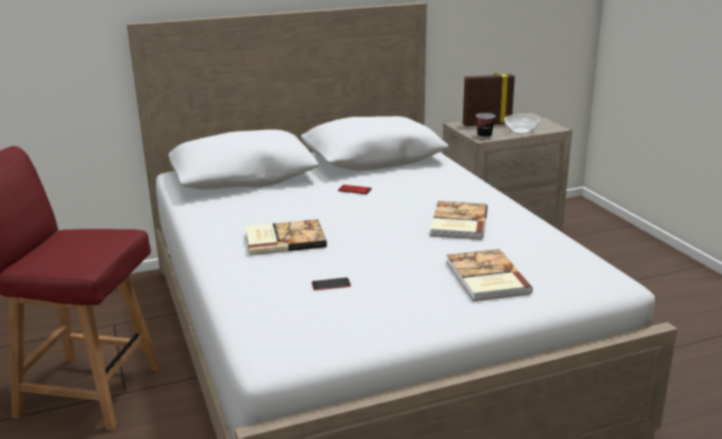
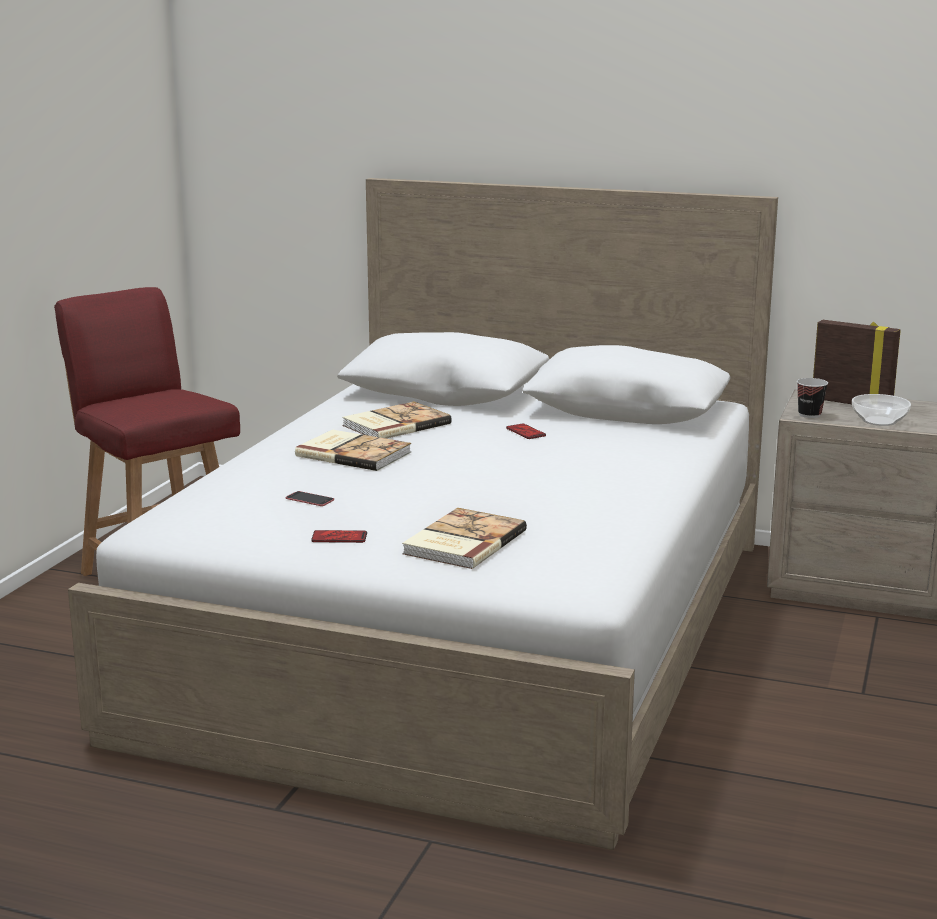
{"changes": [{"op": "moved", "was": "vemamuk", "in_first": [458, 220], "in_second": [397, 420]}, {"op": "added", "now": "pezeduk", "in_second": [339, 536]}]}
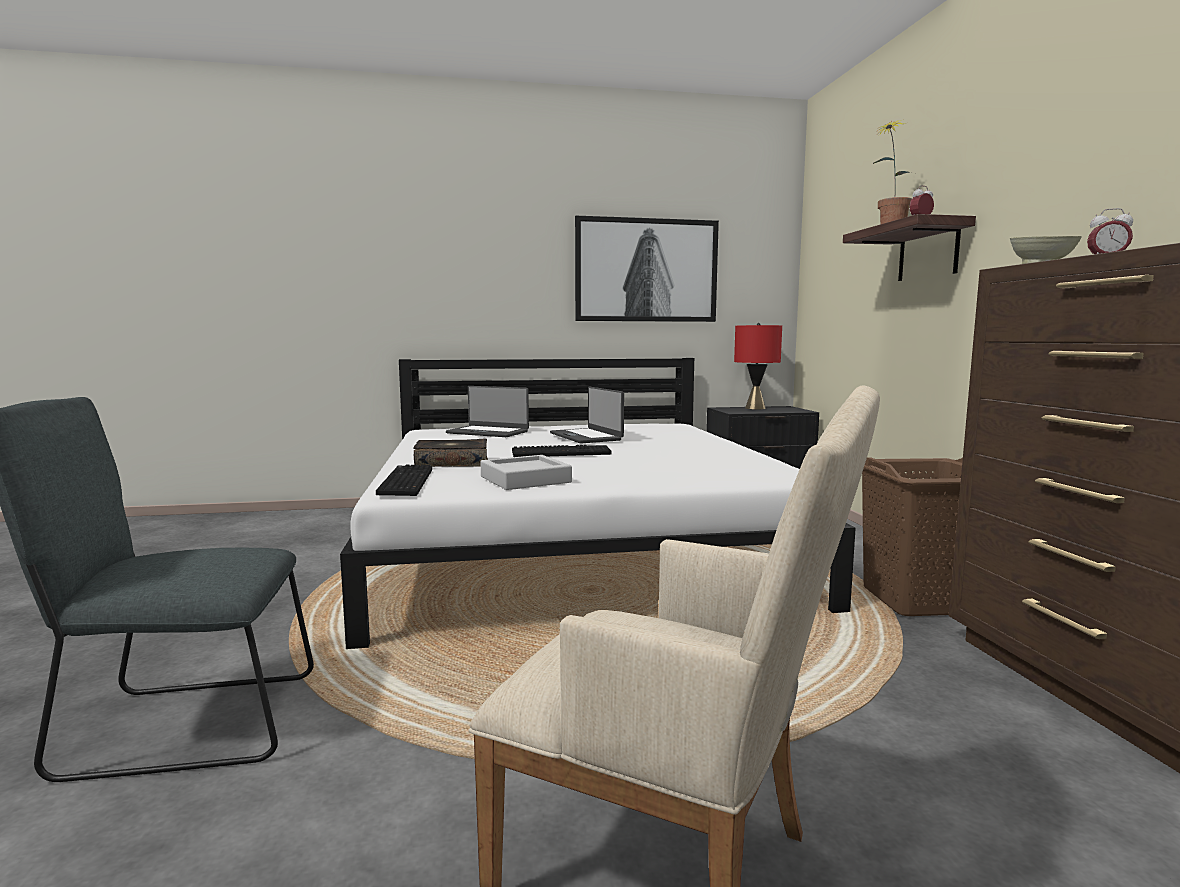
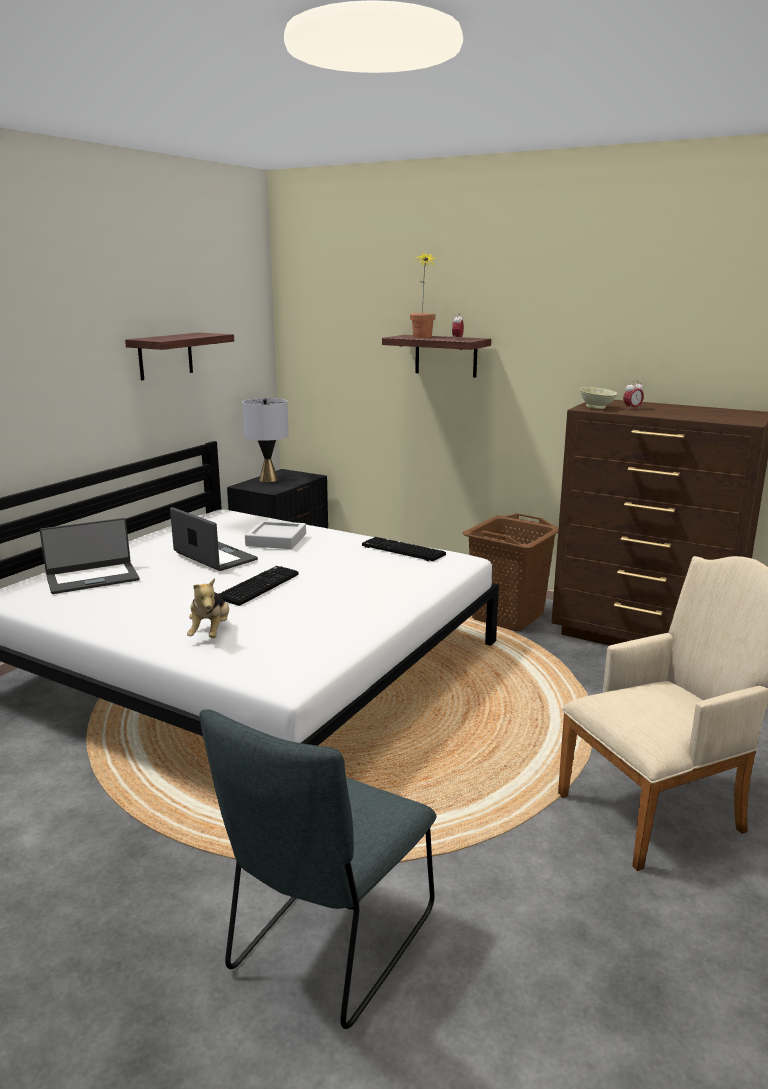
{"changes": [{"op": "moved", "was": "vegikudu", "in_first": [404, 480], "in_second": [404, 549]}, {"op": "replaced", "was": "vemamuk", "now": "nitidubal", "in_first": [450, 452], "in_second": [208, 608]}, {"op": "moved", "was": "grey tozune", "in_first": [526, 472], "in_second": [275, 535]}, {"op": "turned", "was": "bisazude", "in_first": [587, 415], "in_second": [214, 539], "clockwise": -150}, {"op": "replaced", "was": "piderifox", "now": "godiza", "in_first": [647, 269], "in_second": [179, 356]}, {"op": "recoloured", "was": "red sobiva", "now": "grey sobiva", "in_first": [758, 366], "in_second": [266, 440]}]}
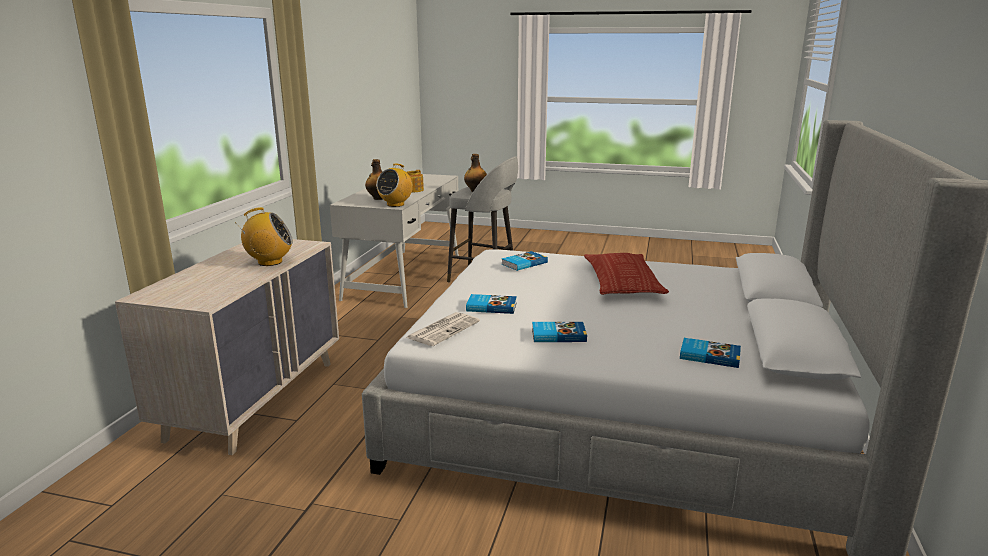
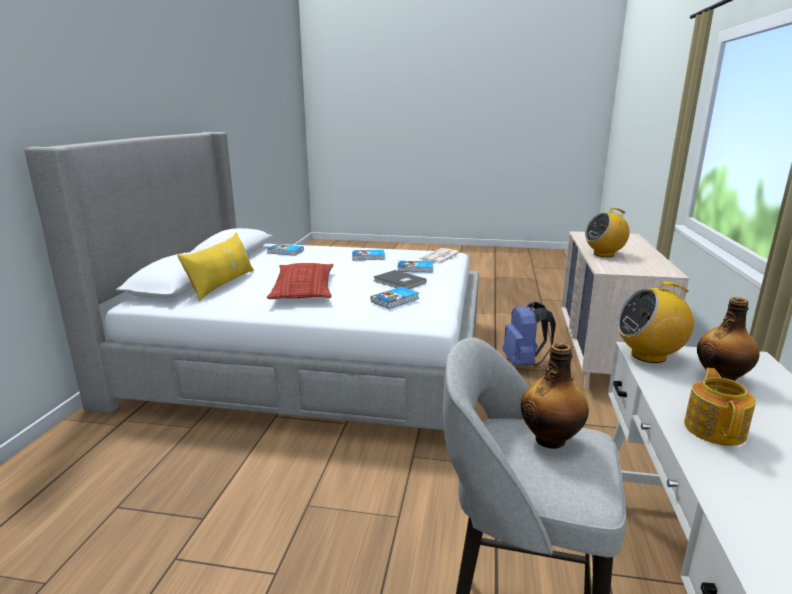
{"changes": [{"op": "turned", "was": "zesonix", "in_first": [394, 185], "in_second": [655, 322], "clockwise": -120}, {"op": "added", "now": "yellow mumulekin", "in_second": [215, 266]}, {"op": "added", "now": "grey vemamuk", "in_second": [400, 279]}, {"op": "added", "now": "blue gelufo", "in_second": [529, 334]}]}
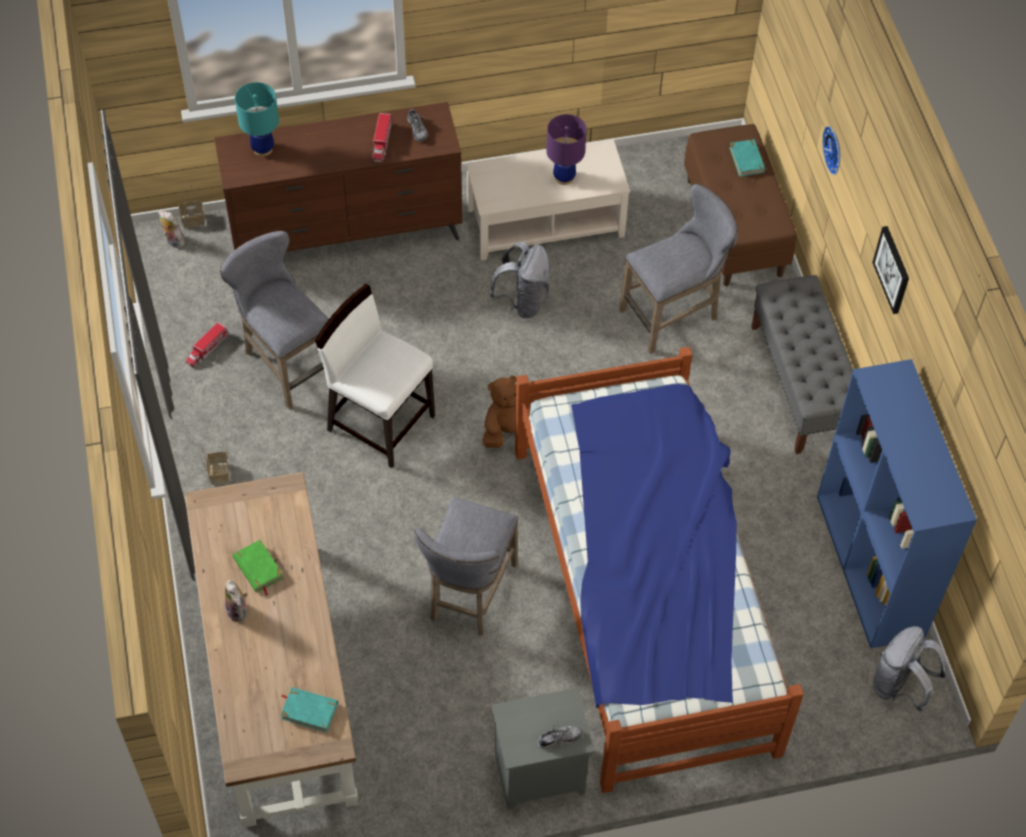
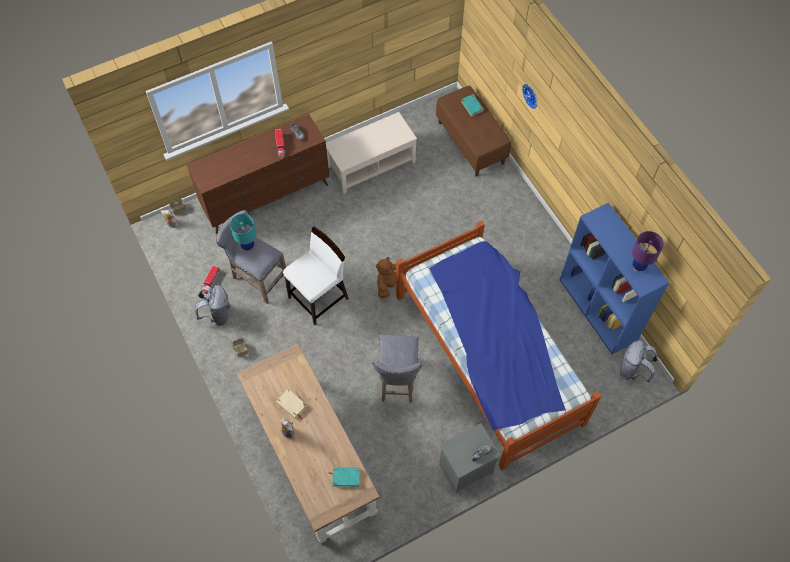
{"changes": [{"op": "recoloured", "was": "green vemamuk", "now": "beige vemamuk", "in_first": [258, 567], "in_second": [291, 404]}, {"op": "moved", "was": "turquoise sobiva", "in_first": [257, 119], "in_second": [243, 233]}, {"op": "turned", "was": "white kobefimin", "in_first": [375, 376], "in_second": [316, 276], "clockwise": 120}, {"op": "moved", "was": "grey gelufo", "in_first": [520, 280], "in_second": [213, 305]}, {"op": "moved", "was": "purple sobiva", "in_first": [566, 149], "in_second": [648, 251]}, {"op": "removed", "was": "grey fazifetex", "in_first": [678, 269]}, {"op": "removed", "was": "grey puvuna", "in_first": [802, 364]}, {"op": "removed", "was": "piderifox", "in_first": [890, 270]}]}
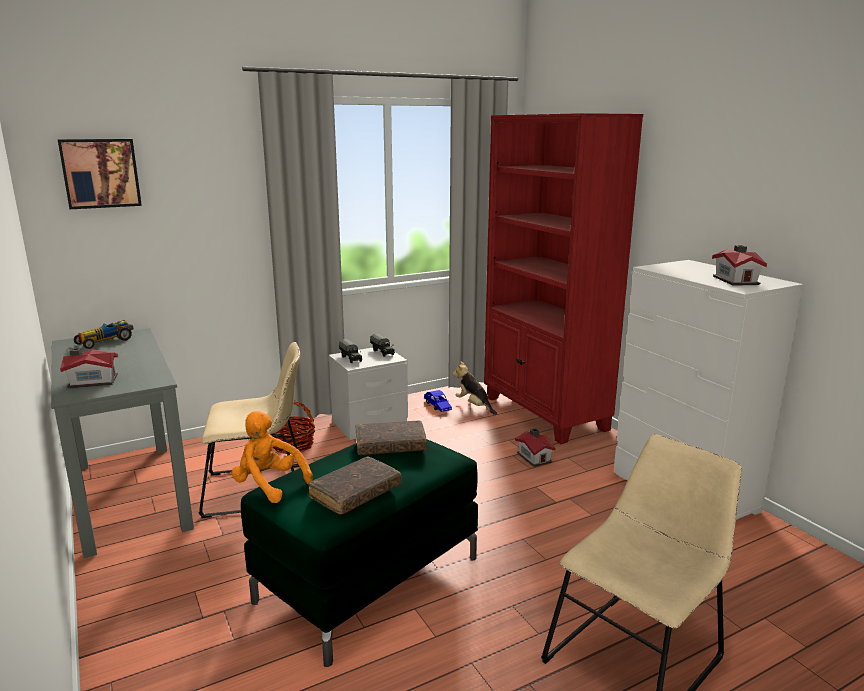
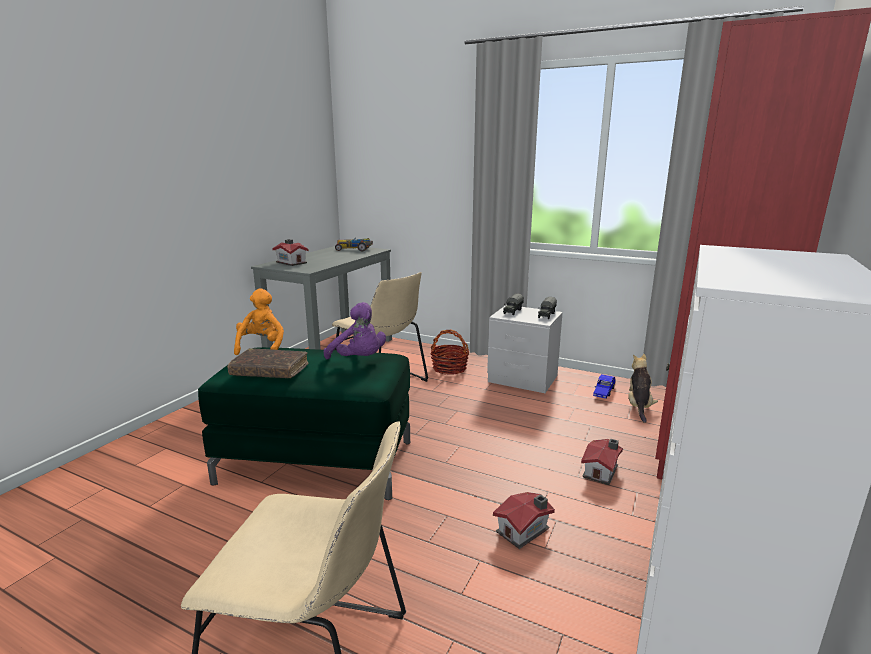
{"changes": [{"op": "removed", "was": "piderifox", "in_first": [100, 174]}, {"op": "replaced", "was": "brown vemamuk", "now": "purple nitidubal", "in_first": [391, 438], "in_second": [355, 330]}, {"op": "moved", "was": "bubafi", "in_first": [739, 265], "in_second": [524, 520]}]}
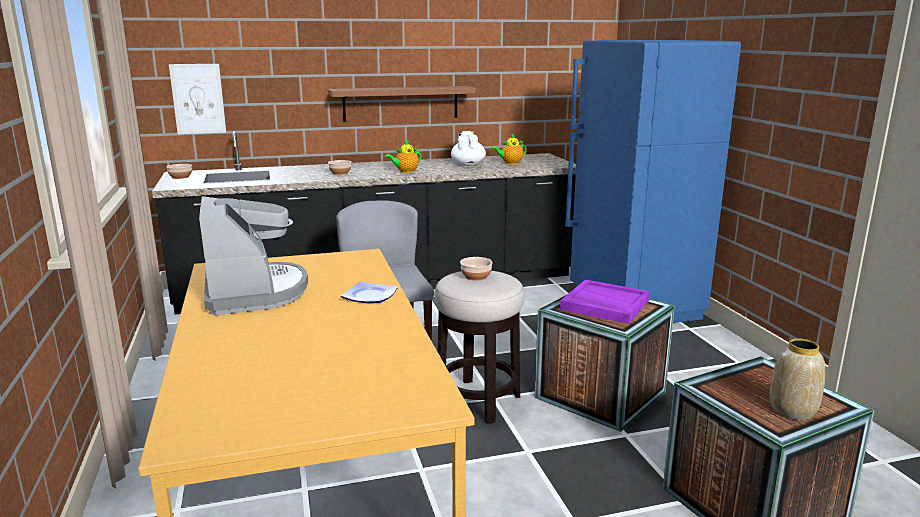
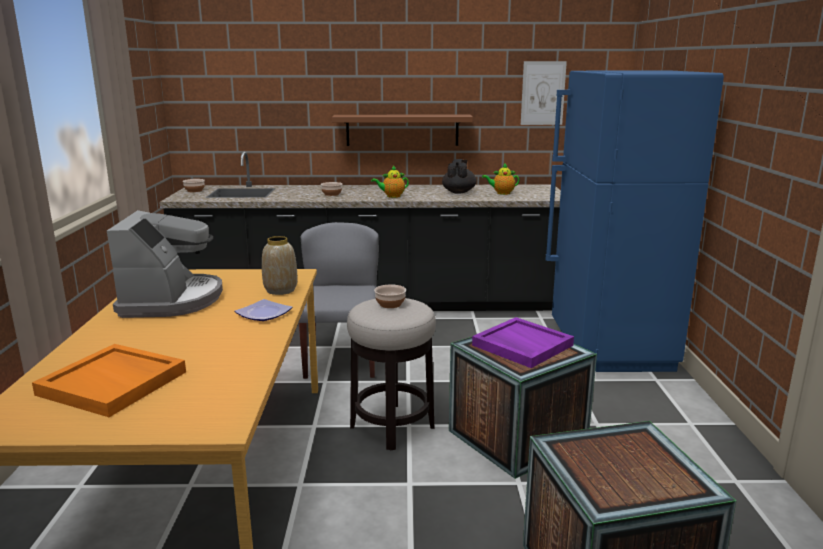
{"changes": [{"op": "moved", "was": "piderifox", "in_first": [197, 99], "in_second": [544, 93]}, {"op": "recoloured", "was": "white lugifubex", "now": "black lugifubex", "in_first": [468, 148], "in_second": [459, 176]}, {"op": "moved", "was": "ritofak", "in_first": [797, 379], "in_second": [279, 265]}, {"op": "added", "now": "orange tozune", "in_second": [109, 380]}]}
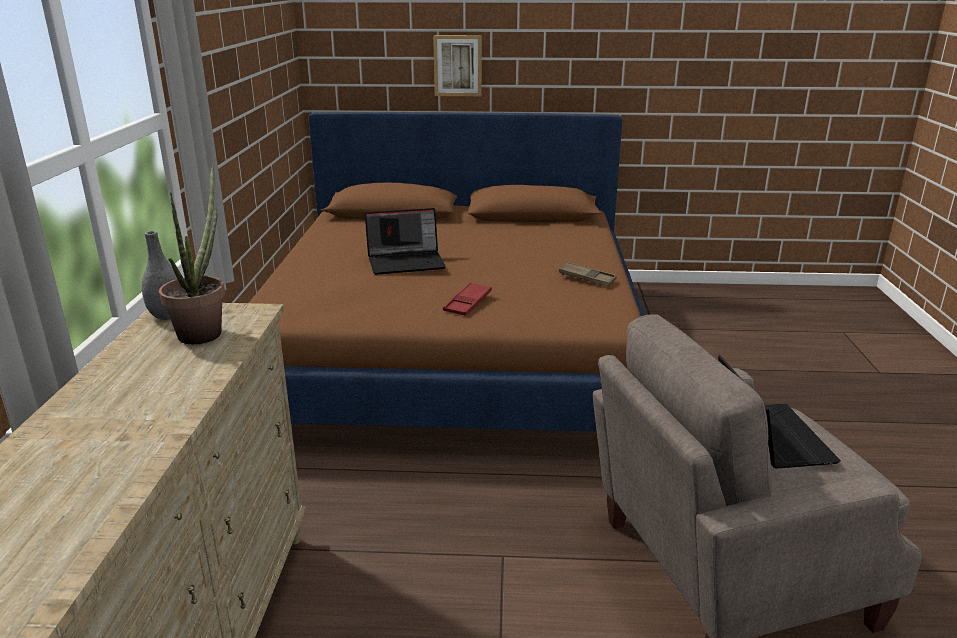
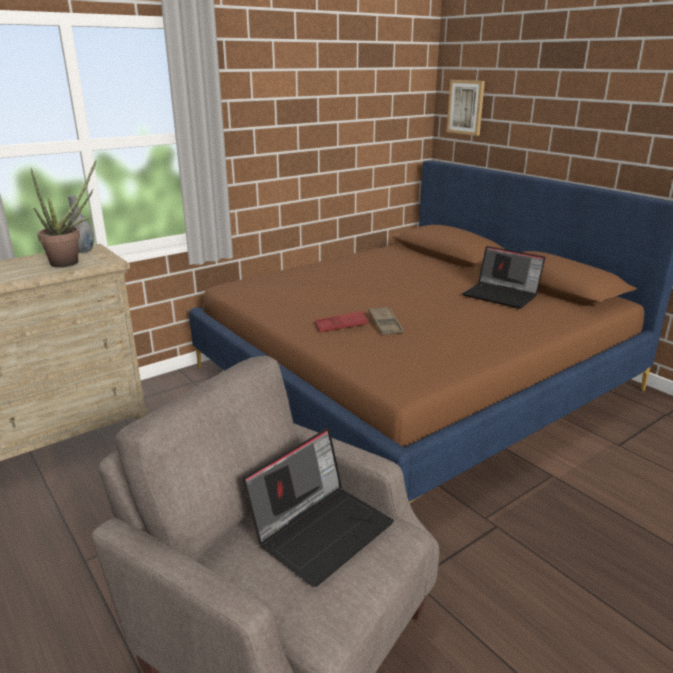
{"changes": [{"op": "moved", "was": "bisazude", "in_first": [405, 241], "in_second": [503, 277]}, {"op": "moved", "was": "piderifox", "in_first": [457, 65], "in_second": [466, 108]}, {"op": "moved", "was": "brown tozune", "in_first": [588, 274], "in_second": [386, 321]}]}
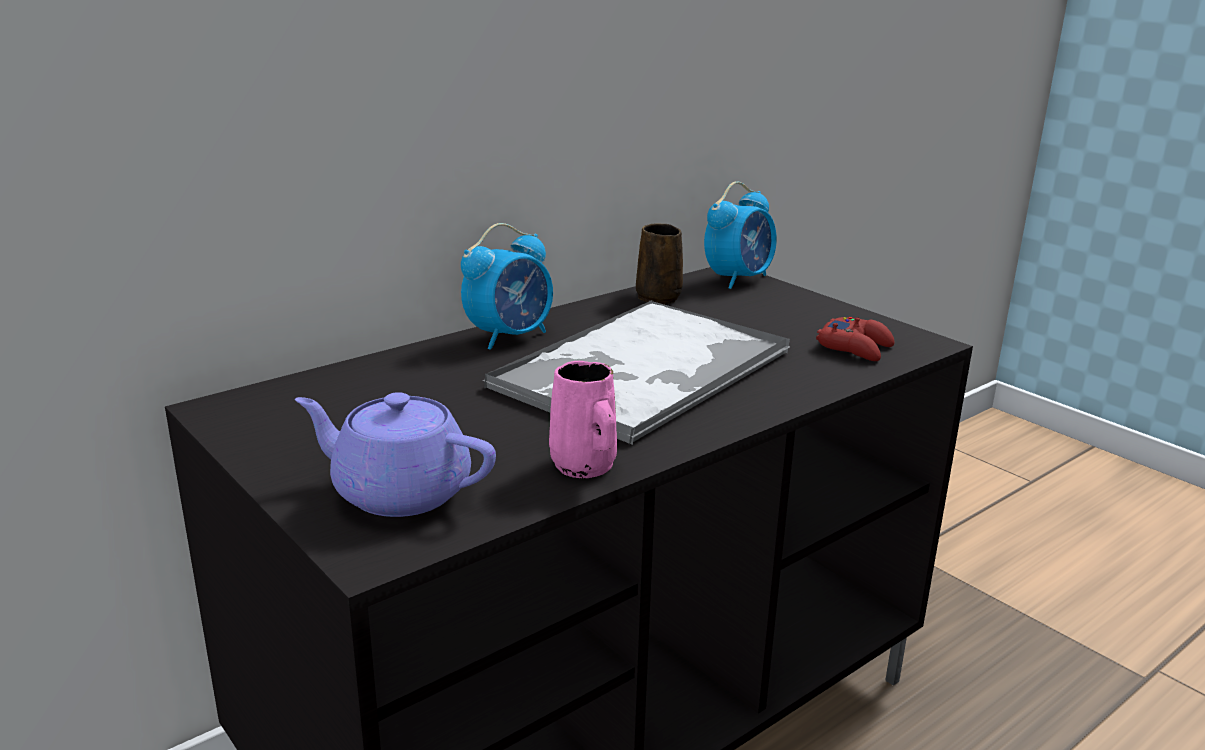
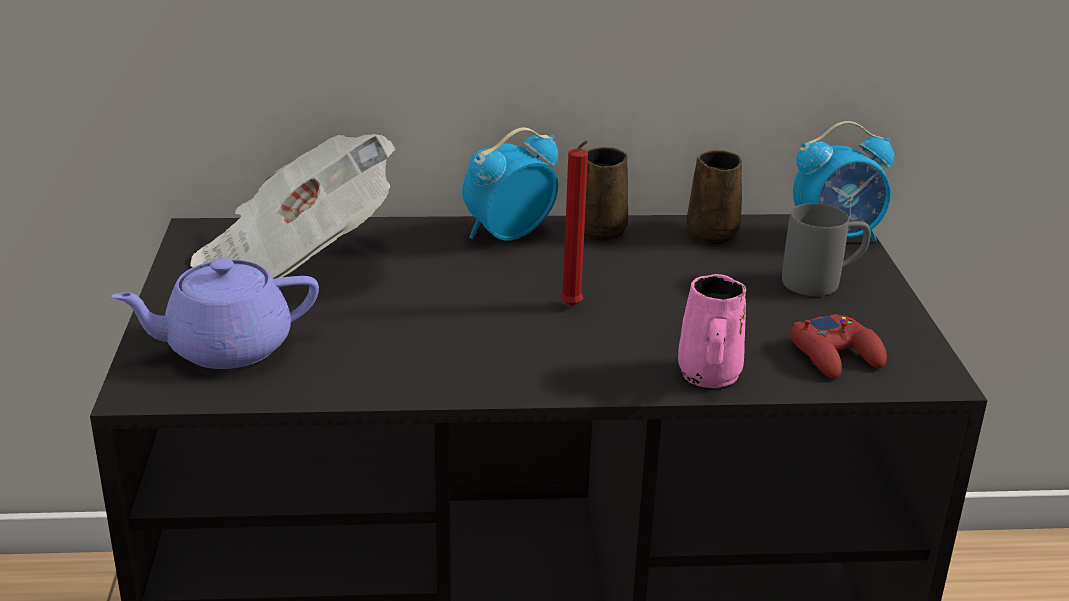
{"changes": [{"op": "turned", "was": "purple lugifubex", "in_first": [395, 454], "in_second": [215, 313], "clockwise": -75}, {"op": "turned", "was": "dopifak", "in_first": [507, 286], "in_second": [510, 183], "clockwise": 150}, {"op": "replaced", "was": "tozune", "now": "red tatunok", "in_first": [636, 372], "in_second": [574, 223]}, {"op": "moved", "was": "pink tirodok", "in_first": [583, 419], "in_second": [712, 331]}, {"op": "added", "now": "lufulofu", "in_second": [292, 206]}, {"op": "added", "now": "brown tirodok", "in_second": [606, 194]}, {"op": "added", "now": "grey tirodok", "in_second": [826, 249]}]}
